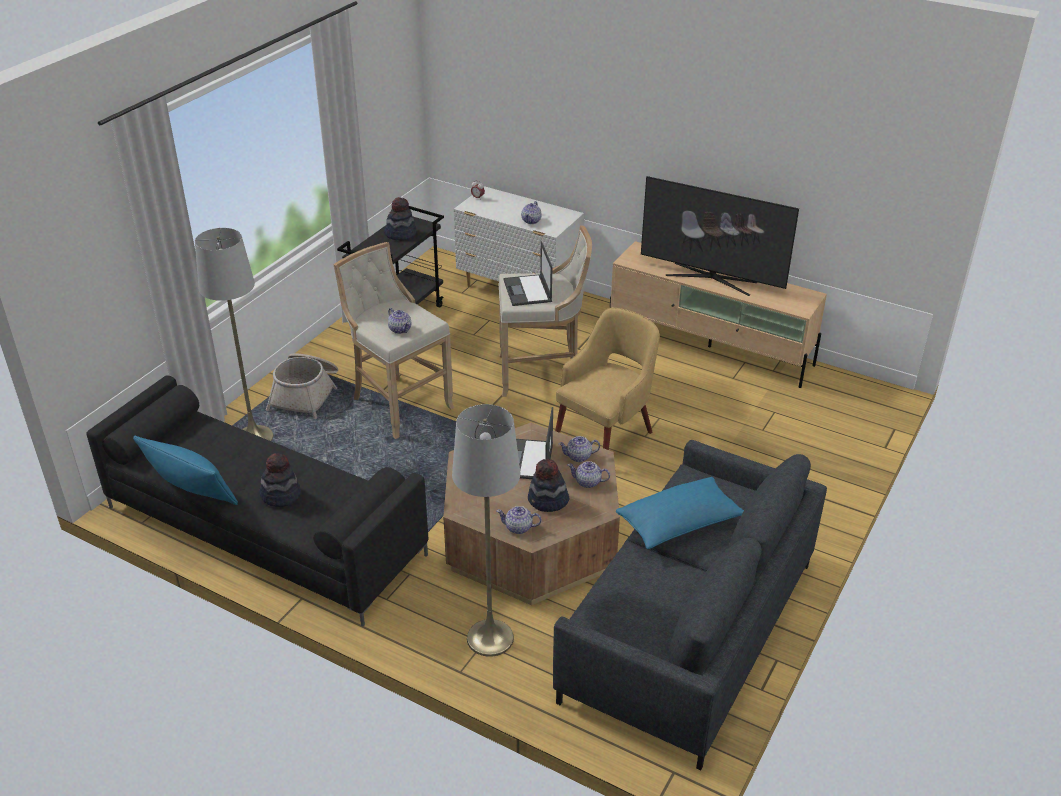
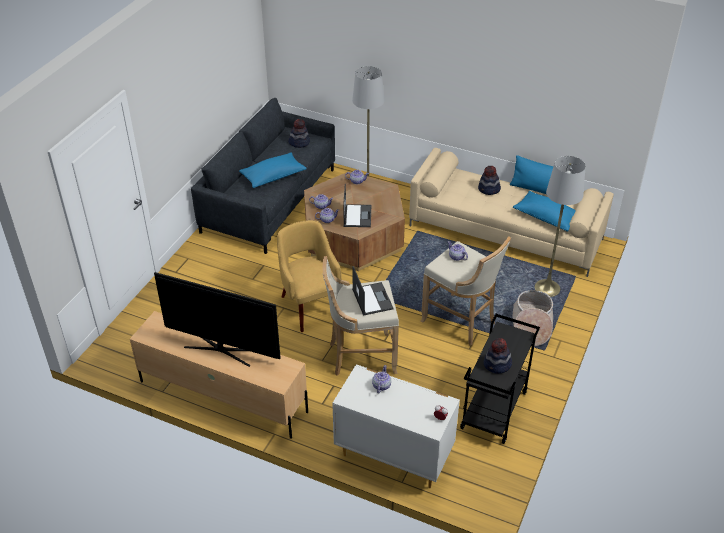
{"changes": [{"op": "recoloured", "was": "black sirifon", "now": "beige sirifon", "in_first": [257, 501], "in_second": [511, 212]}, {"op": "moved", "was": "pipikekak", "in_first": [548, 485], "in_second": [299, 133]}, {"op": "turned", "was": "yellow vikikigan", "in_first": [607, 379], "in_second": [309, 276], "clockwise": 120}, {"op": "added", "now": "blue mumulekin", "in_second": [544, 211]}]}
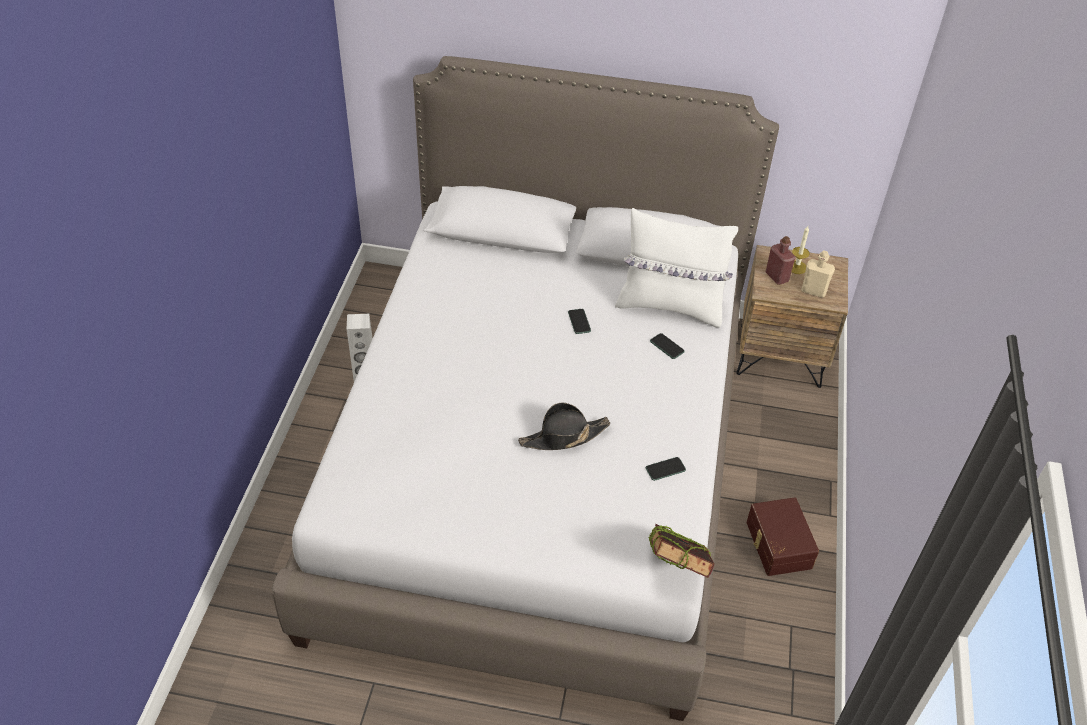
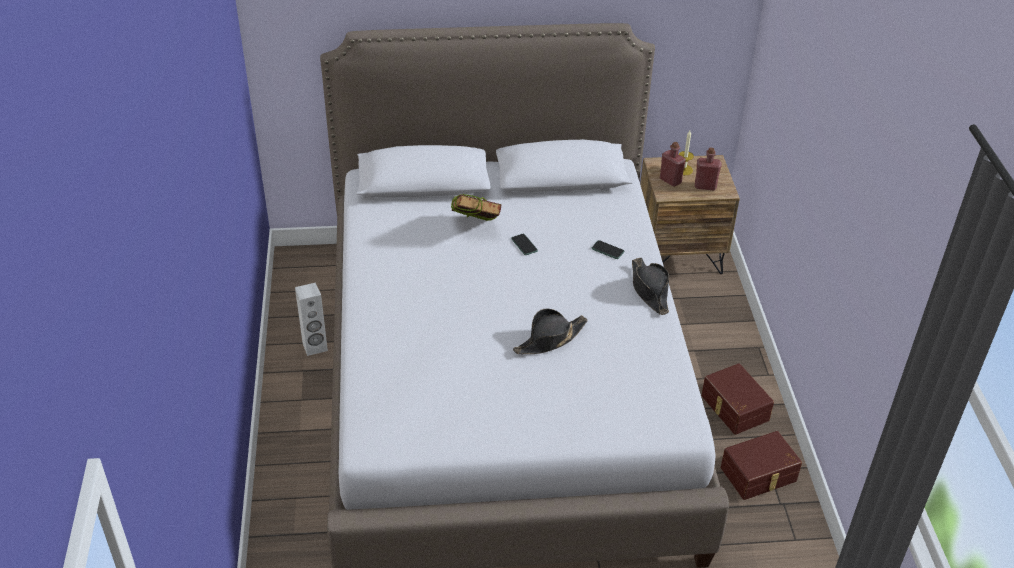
{"changes": [{"op": "removed", "was": "white mumulekin", "in_first": [676, 268]}, {"op": "removed", "was": "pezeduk", "in_first": [666, 469]}, {"op": "moved", "was": "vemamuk", "in_first": [681, 551], "in_second": [475, 207]}, {"op": "recoloured", "was": "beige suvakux", "now": "red suvakux", "in_first": [818, 274], "in_second": [708, 169]}, {"op": "added", "now": "black pipikekak", "in_second": [650, 286]}, {"op": "added", "now": "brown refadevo", "in_second": [761, 465]}]}
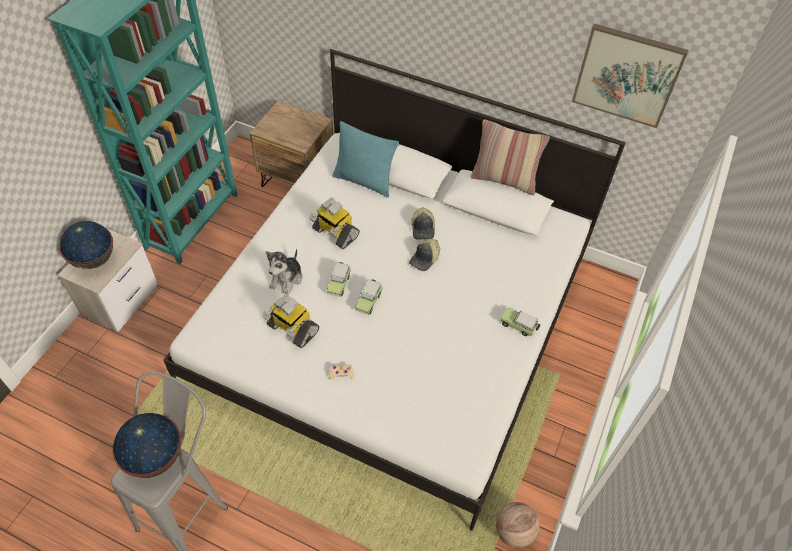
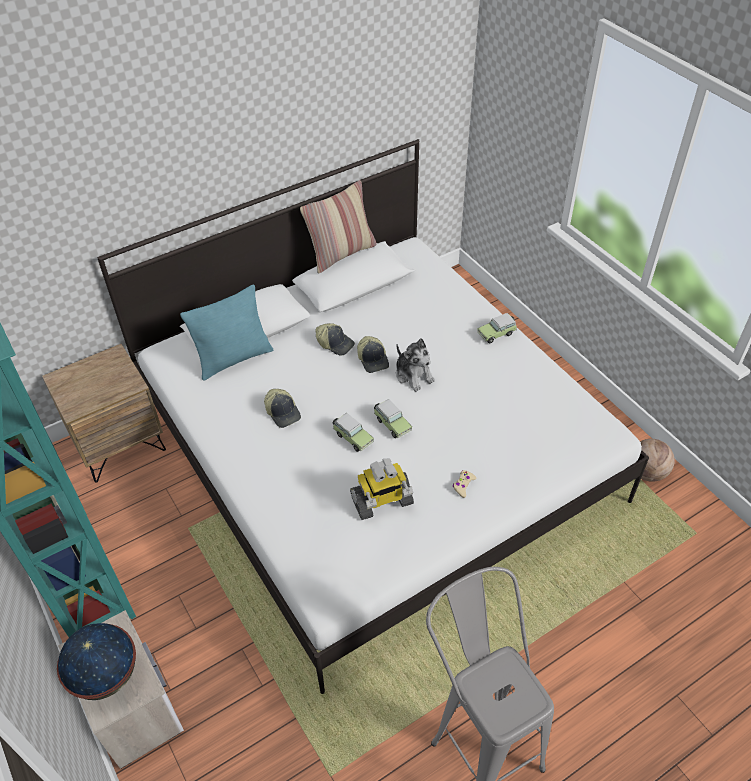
{"changes": [{"op": "removed", "was": "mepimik", "in_first": [147, 445]}, {"op": "moved", "was": "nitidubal", "in_first": [284, 272], "in_second": [415, 365]}, {"op": "replaced", "was": "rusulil", "now": "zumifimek", "in_first": [334, 223], "in_second": [282, 408]}, {"op": "removed", "was": "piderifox", "in_first": [630, 76]}]}
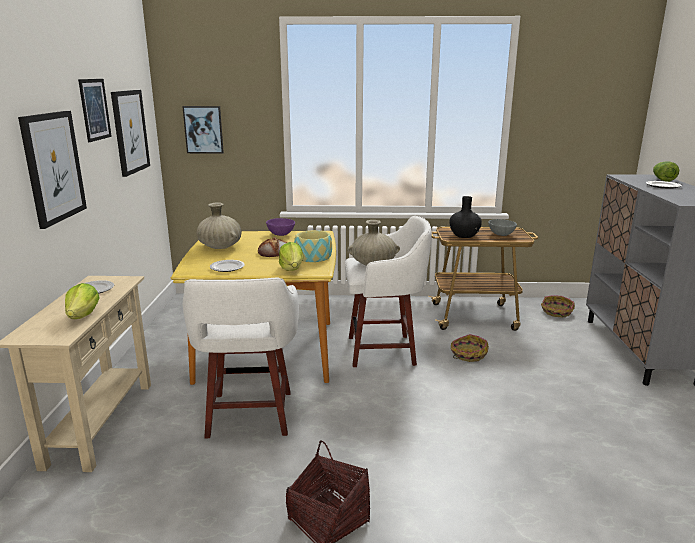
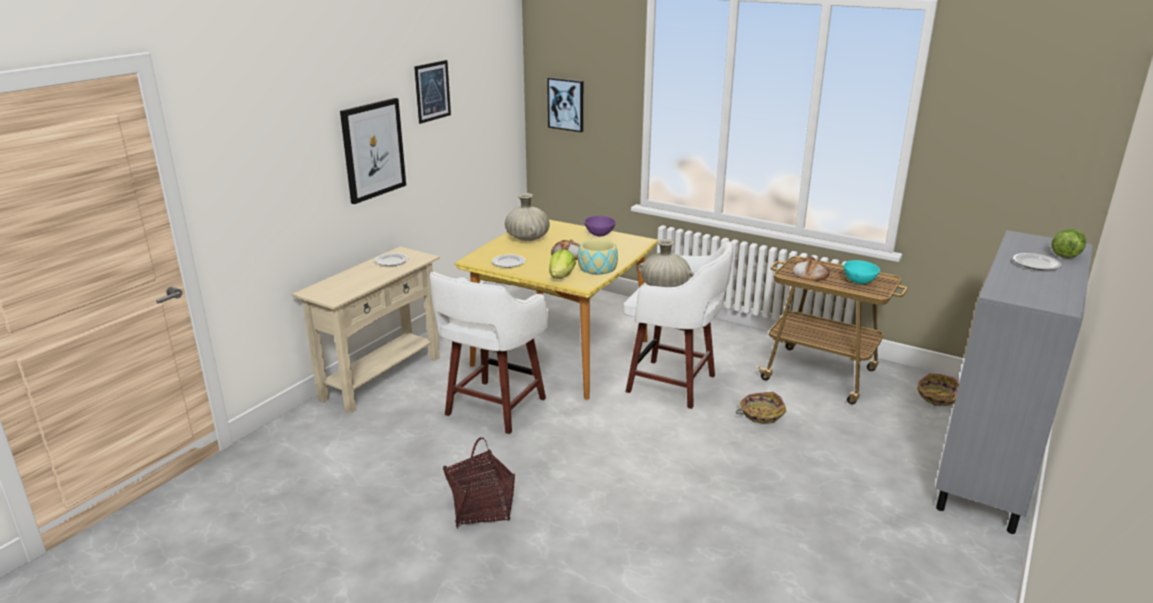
{"changes": [{"op": "removed", "was": "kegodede", "in_first": [82, 301]}, {"op": "removed", "was": "piderifox", "in_first": [130, 133]}, {"op": "replaced", "was": "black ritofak", "now": "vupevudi", "in_first": [465, 217], "in_second": [811, 268]}, {"op": "recoloured", "was": "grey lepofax", "now": "turquoise lepofax", "in_first": [502, 227], "in_second": [862, 272]}]}
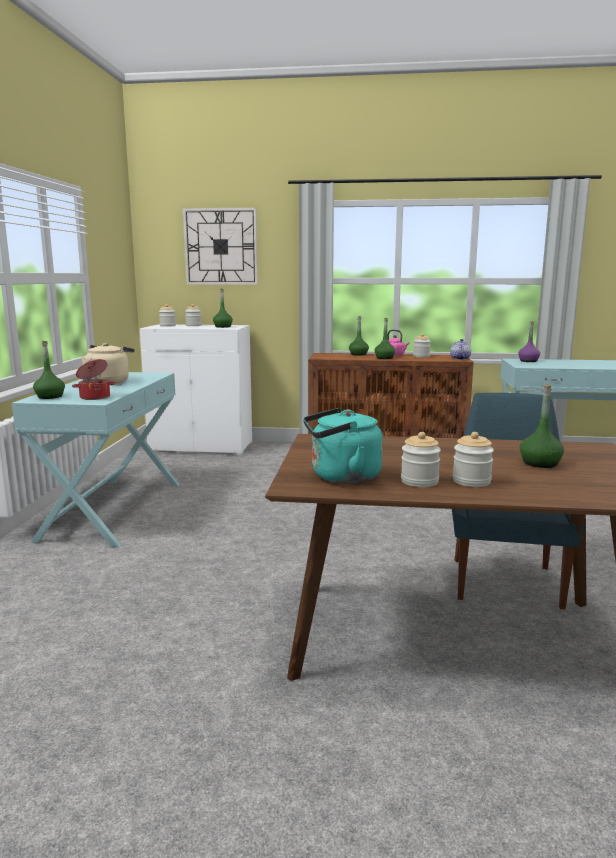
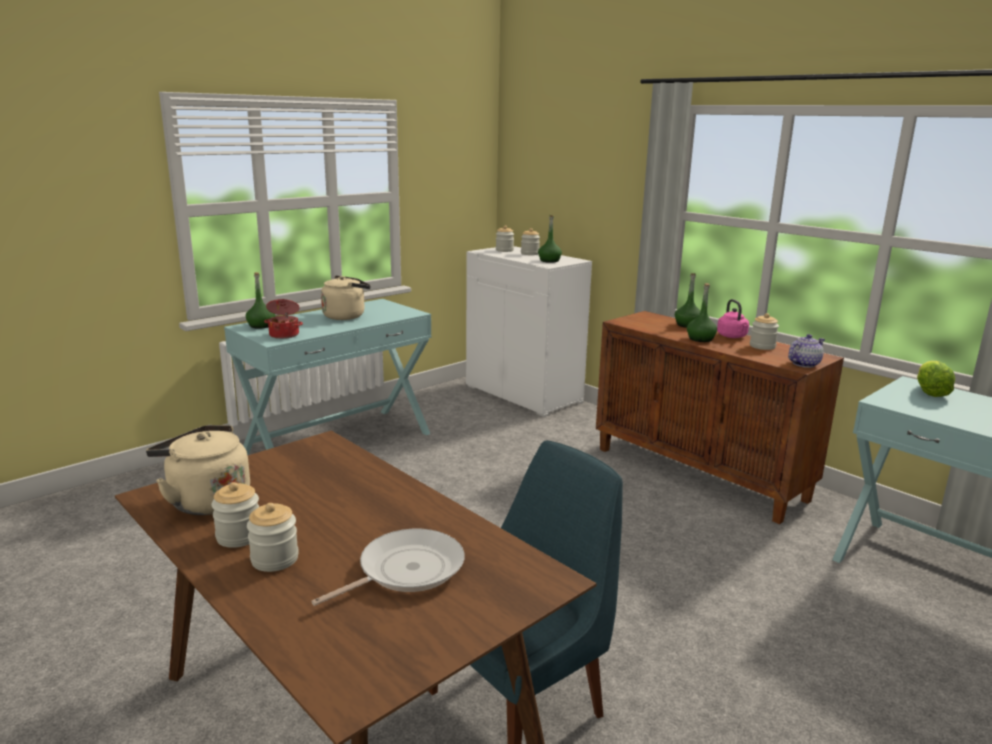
{"changes": [{"op": "removed", "was": "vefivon", "in_first": [220, 246]}, {"op": "recoloured", "was": "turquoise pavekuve", "now": "beige pavekuve", "in_first": [343, 446], "in_second": [198, 470]}, {"op": "replaced", "was": "purple suvakux", "now": "kegodede", "in_first": [529, 341], "in_second": [936, 379]}, {"op": "replaced", "was": "green suvakux", "now": "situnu", "in_first": [542, 426], "in_second": [388, 567]}]}
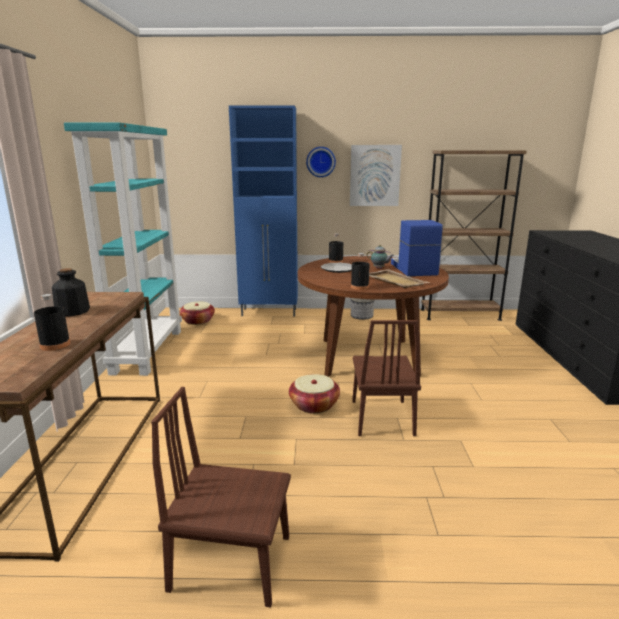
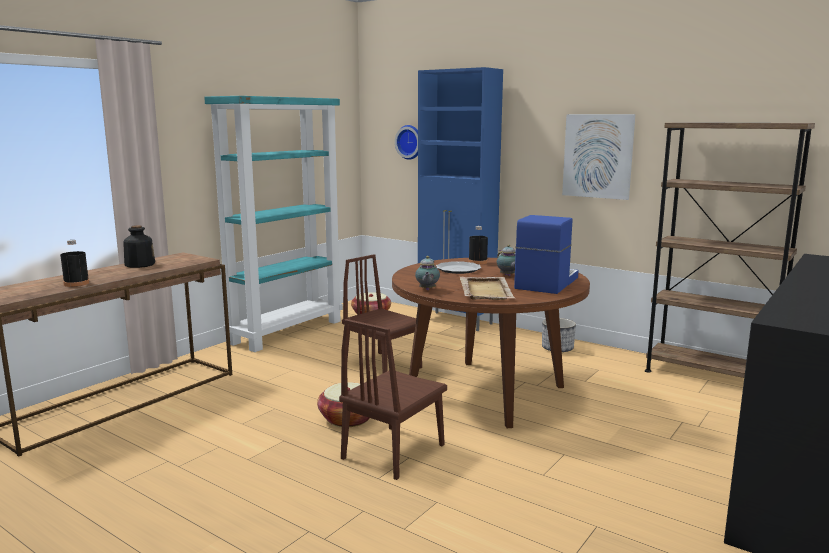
{"changes": [{"op": "moved", "was": "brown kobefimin", "in_first": [221, 497], "in_second": [382, 313]}, {"op": "moved", "was": "vefivon", "in_first": [321, 162], "in_second": [406, 142]}, {"op": "replaced", "was": "black suvakux", "now": "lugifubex", "in_first": [360, 271], "in_second": [427, 273]}]}
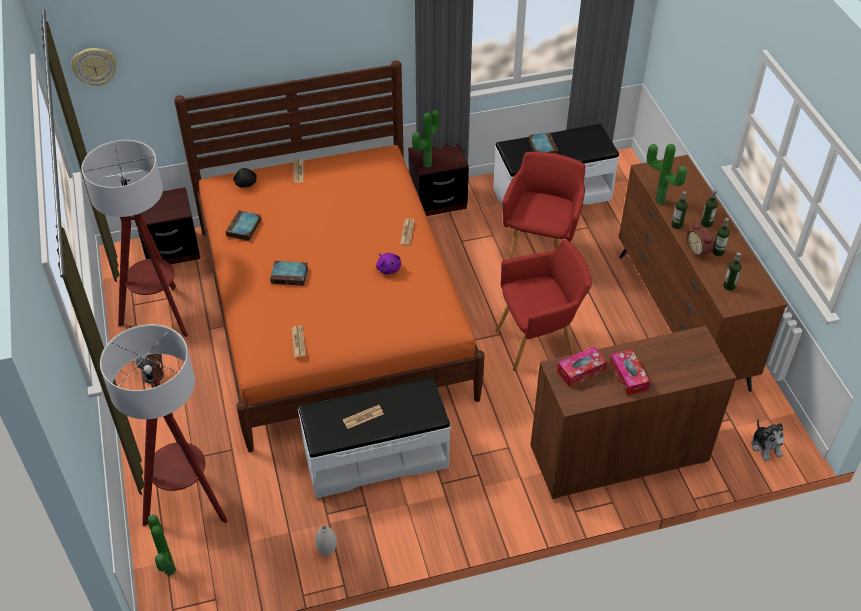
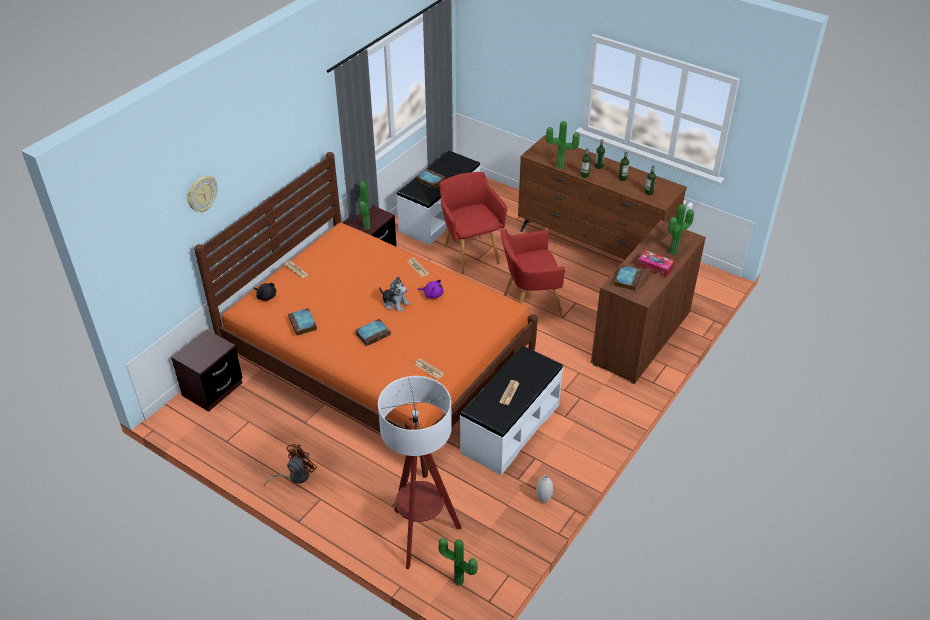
{"changes": [{"op": "moved", "was": "vefivon", "in_first": [94, 67], "in_second": [202, 194]}, {"op": "removed", "was": "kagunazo", "in_first": [134, 238]}, {"op": "turned", "was": "red vikikigan", "in_first": [543, 305], "in_second": [533, 272], "clockwise": -135}, {"op": "replaced", "was": "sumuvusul", "now": "vemamuk", "in_first": [582, 367], "in_second": [628, 278]}, {"op": "removed", "was": "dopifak", "in_first": [700, 240]}, {"op": "moved", "was": "nitidubal", "in_first": [767, 440], "in_second": [394, 294]}, {"op": "added", "now": "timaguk", "in_second": [681, 229]}]}
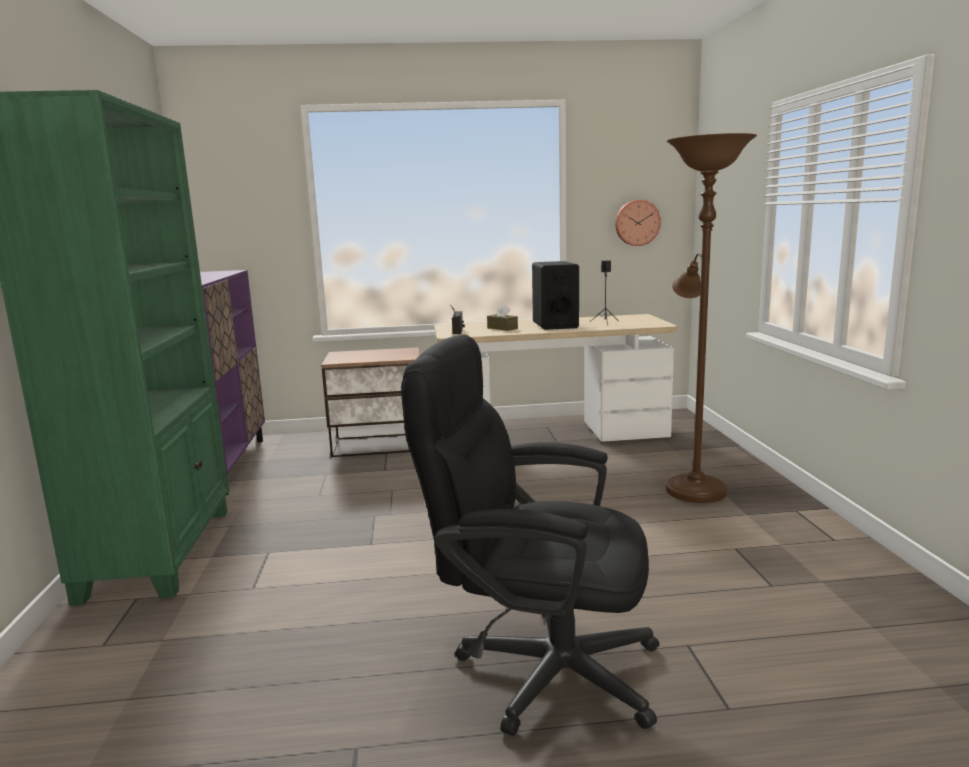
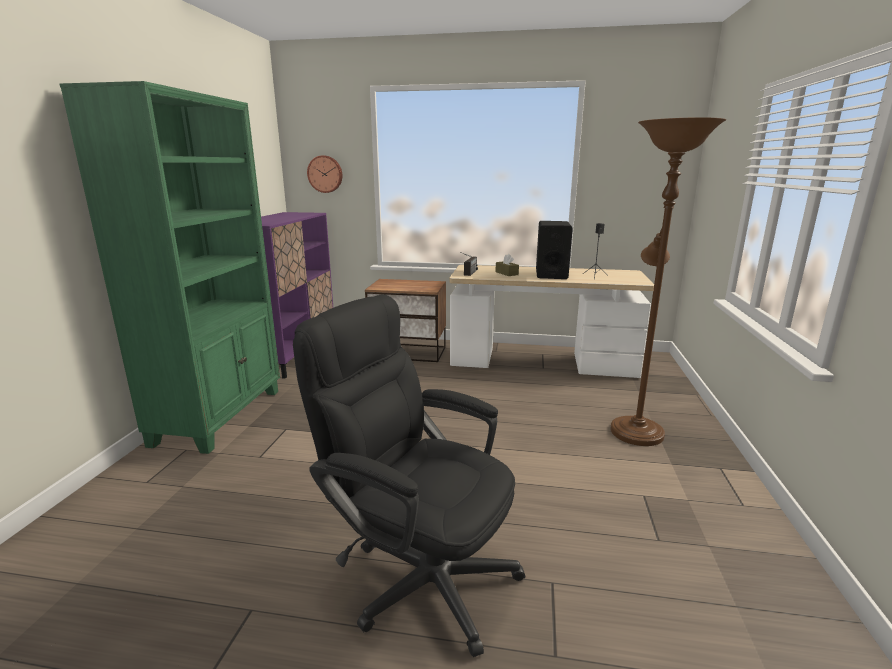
{"changes": [{"op": "moved", "was": "vefivon", "in_first": [638, 223], "in_second": [324, 174]}]}
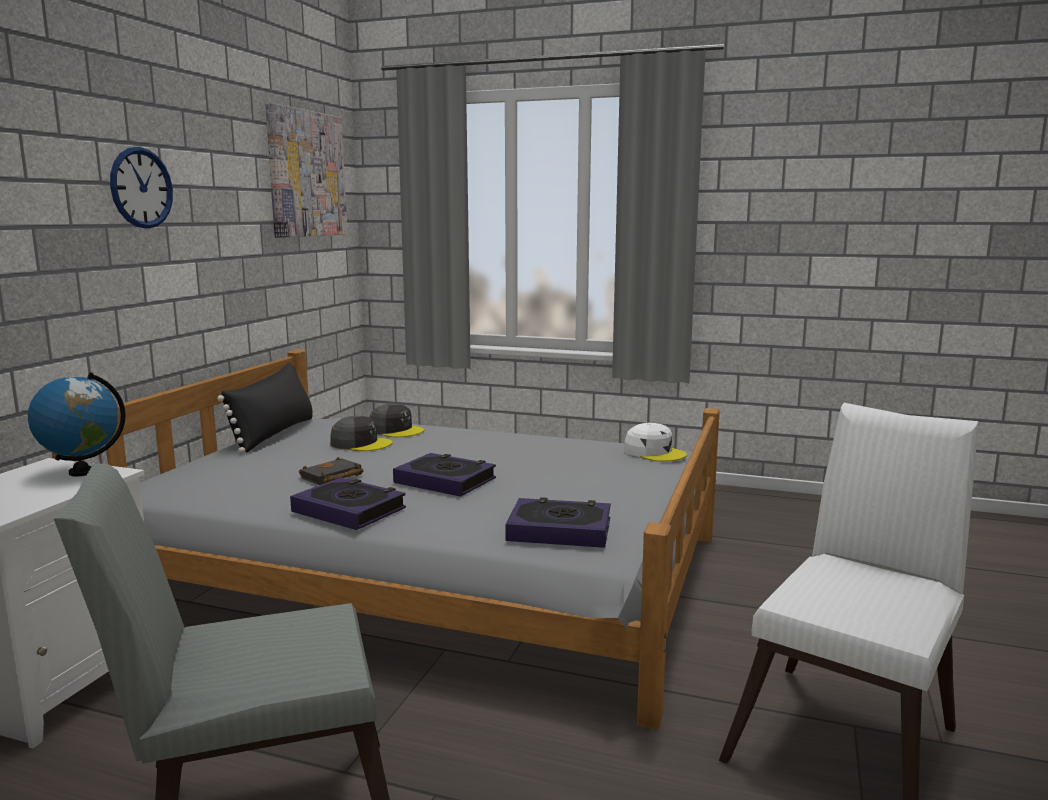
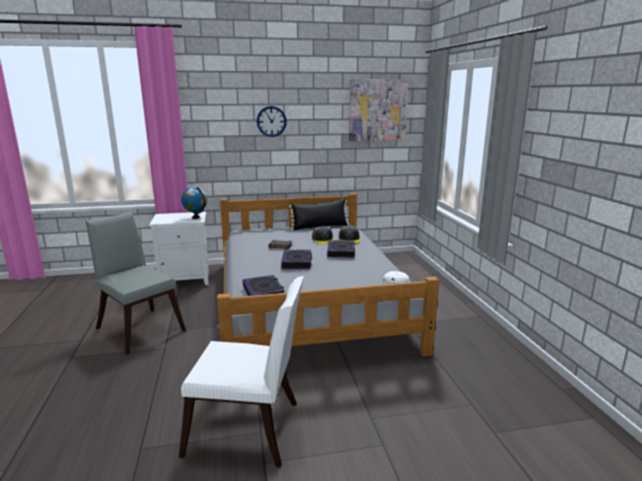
{"changes": [{"op": "moved", "was": "vemamuk", "in_first": [348, 503], "in_second": [341, 248]}]}
